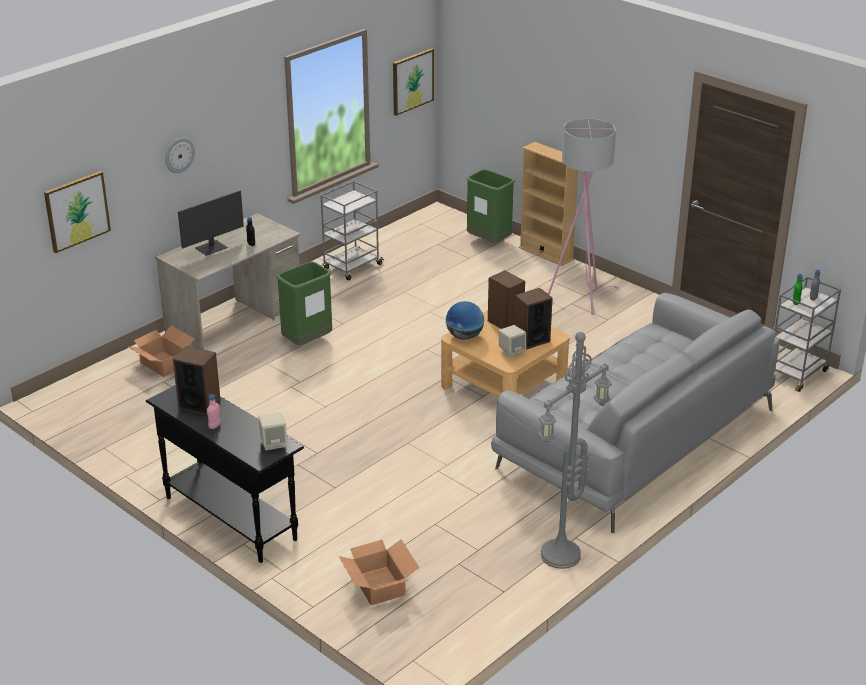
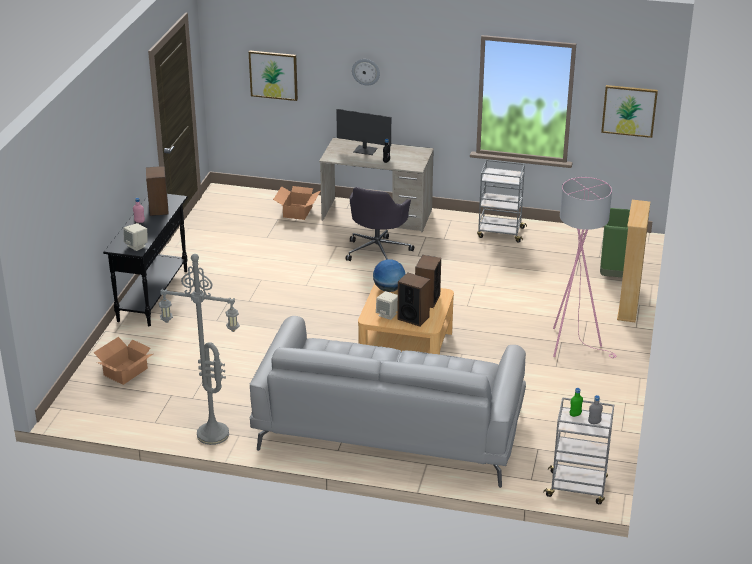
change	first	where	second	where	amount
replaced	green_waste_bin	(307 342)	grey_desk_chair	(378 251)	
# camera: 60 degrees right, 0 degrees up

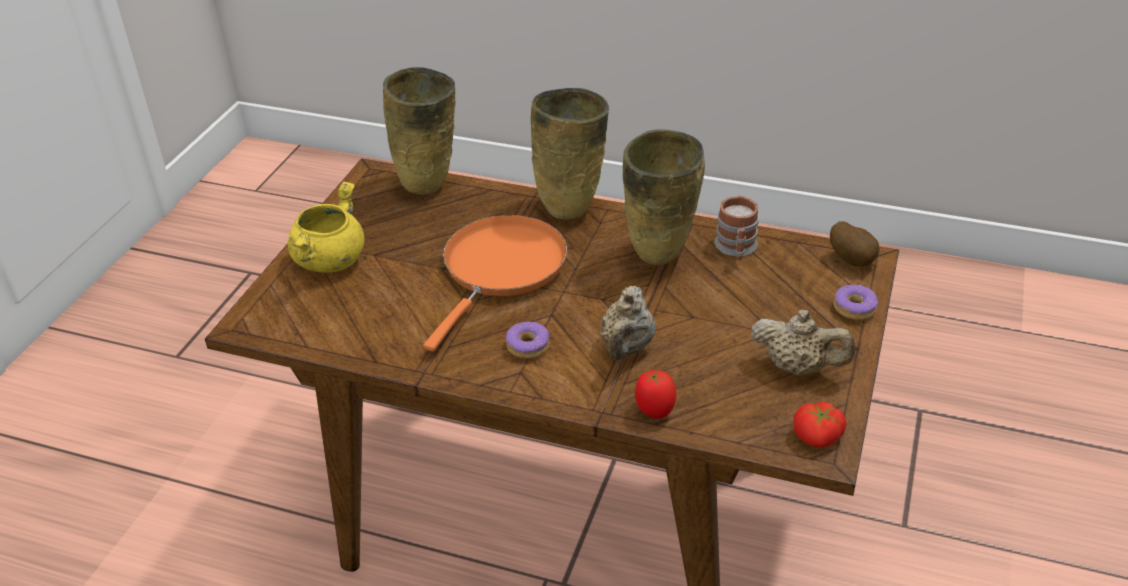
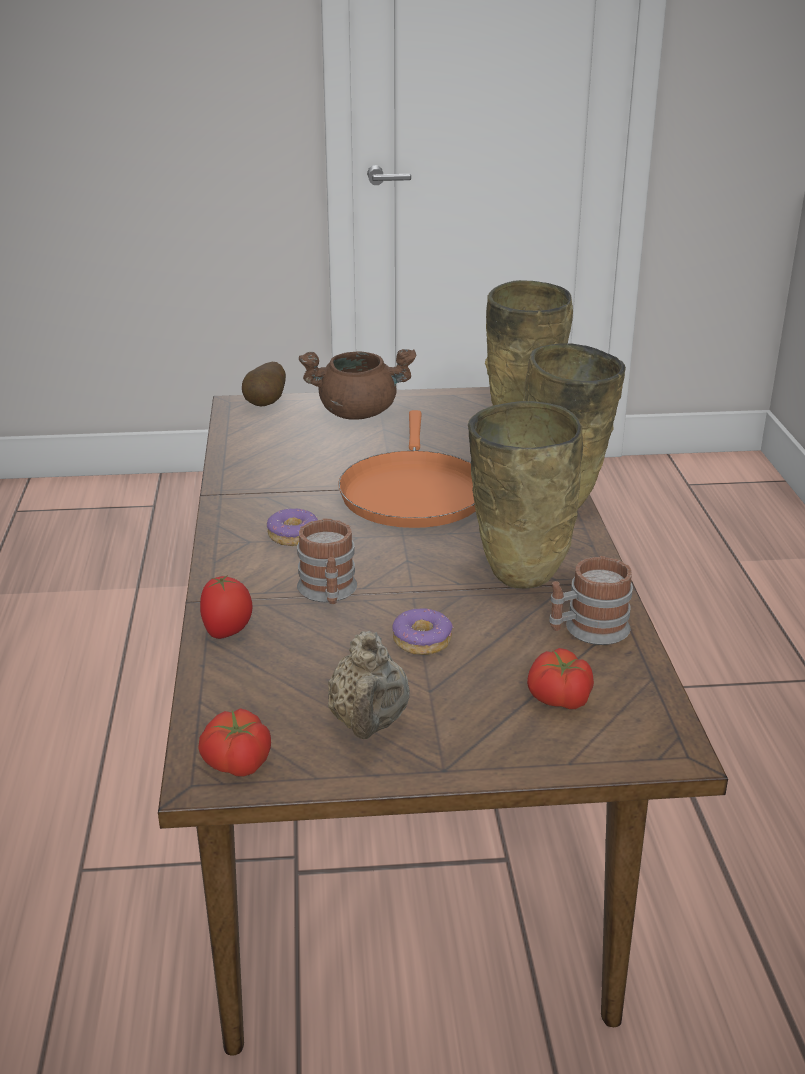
change	first	where	second	where	amount
moved	spud	(852 260)		(267 404)	
replaced	beige-coloured_teapot	(626 348)	coffee_mug	(328 593)	
recoloured	yellow_saucepot	(329 260)	brownish_saucepot	(358 412)	
turned	orange-coloured_frying_pan	(501 269)		(413 493)	90 degrees clockwise
moved	ring_doughnut	(854 308)		(422 641)	
added			tomato	(559 698)	
# camera: 65 degrees right, 10 degrees down

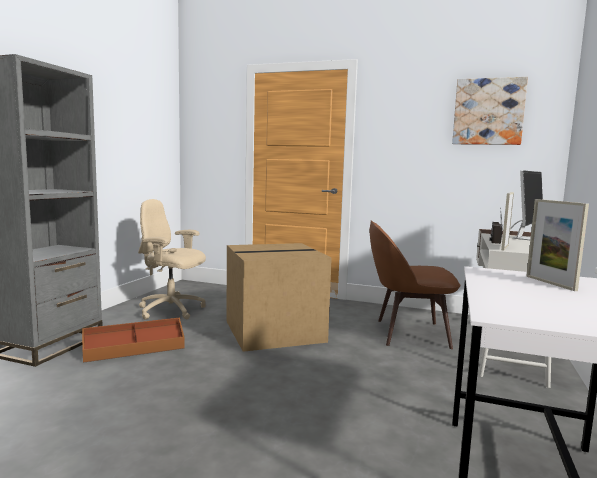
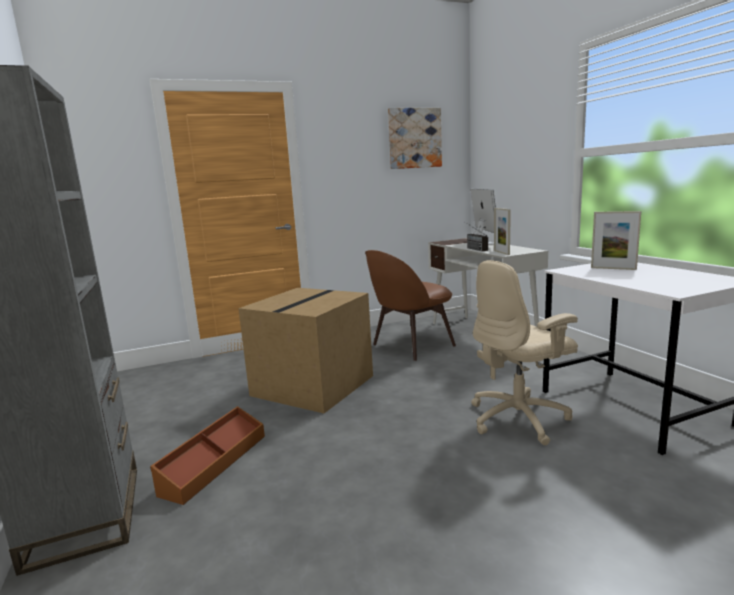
change	first	where	second	where	amount
moved	beige-coloured_desk_chair	(171 310)		(519 419)	
# camera: 40 degrees left, 5 degrees up

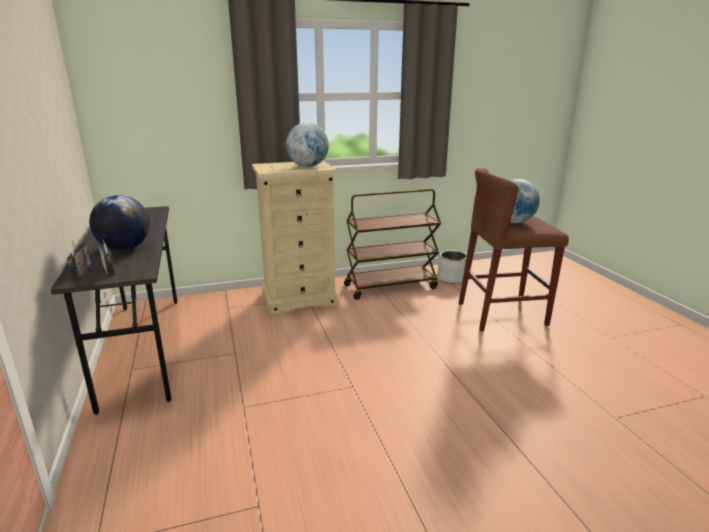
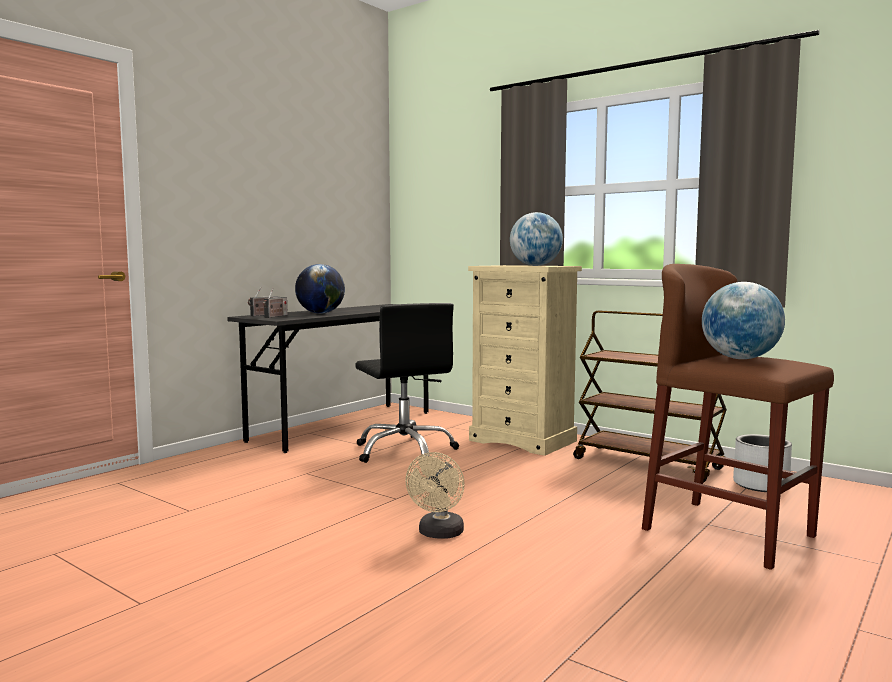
change	first	where	second	where	amount
added			black_desk_chair	(405 451)	
added			beige-coloured_cooling_fan	(439 534)	
# camera: 55 degrees right, 15 degrees down

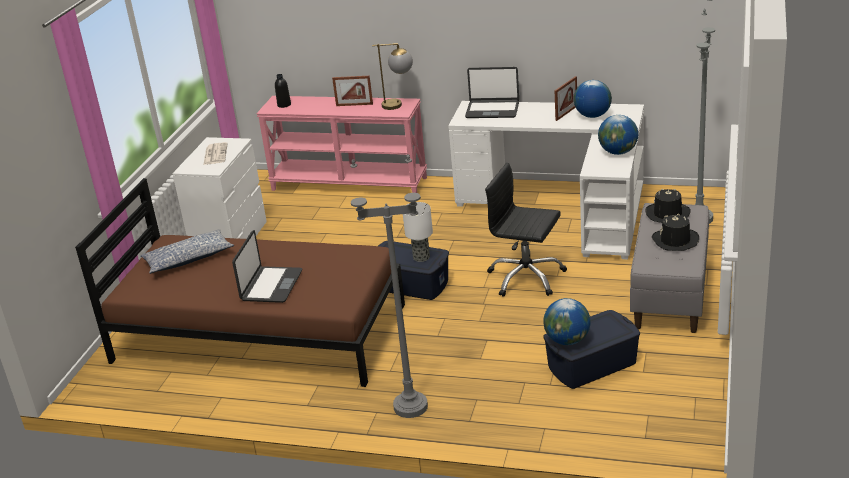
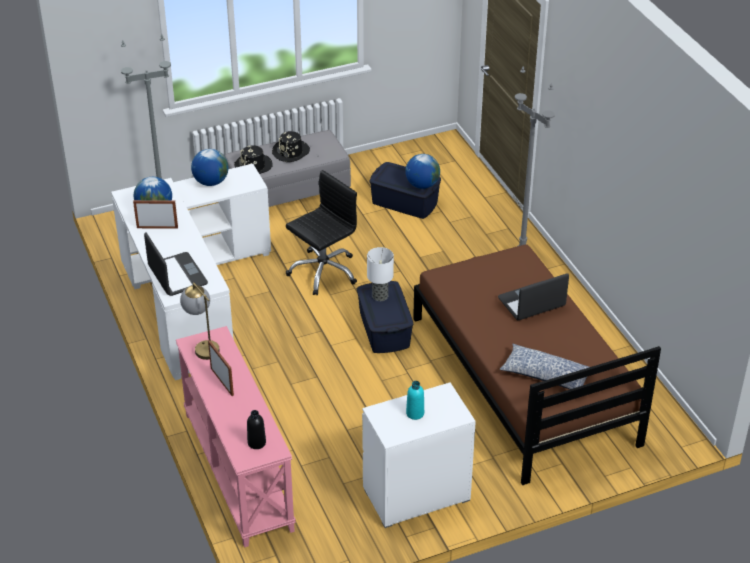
change	first	where	second	where	amount
turned	black_desk_chair	(526 278)		(323 271)	120 degrees counterclockwise
replaced	daily_paper	(215 154)	turquoise_drink_bottle	(415 413)	
# camera: 130 degrees left, 10 degrees up

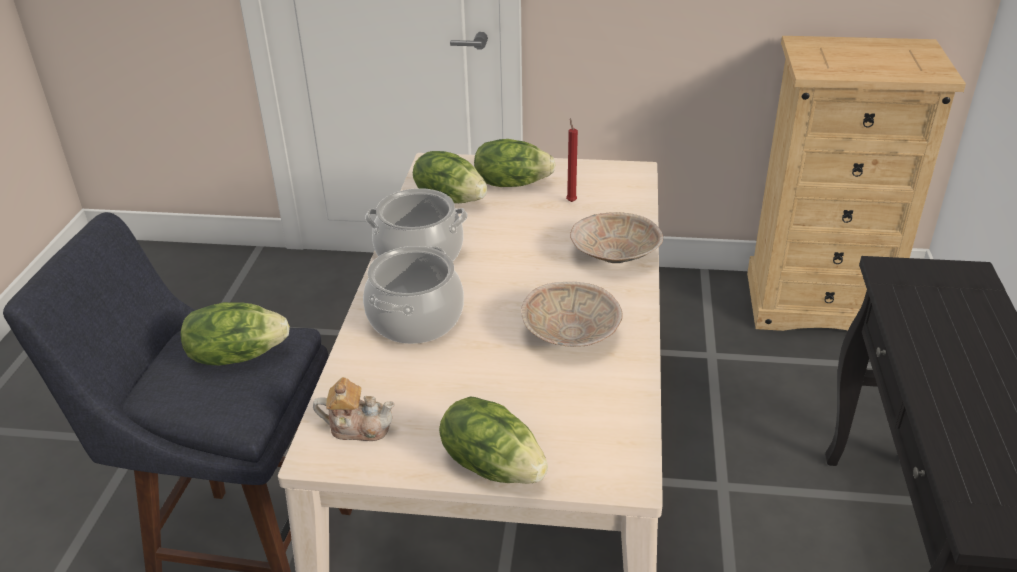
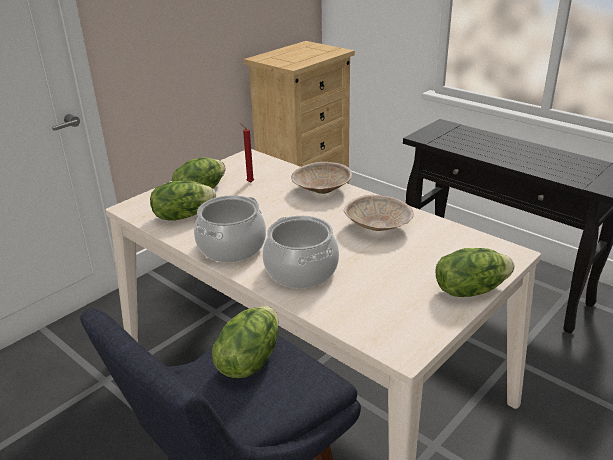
change	first	where	second	where	amount
removed	teapot	(358 427)			
# camera: 55 degrees left, 5 degrees down

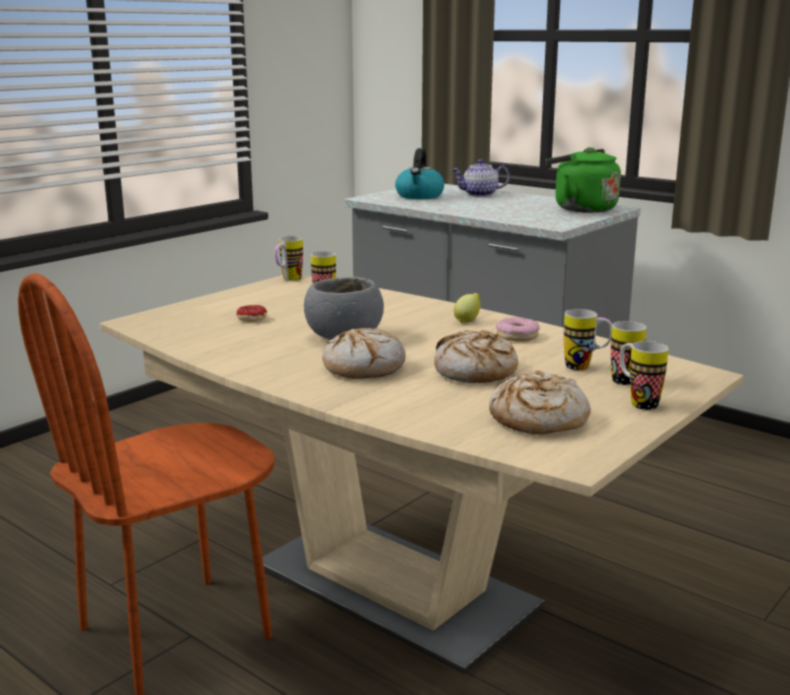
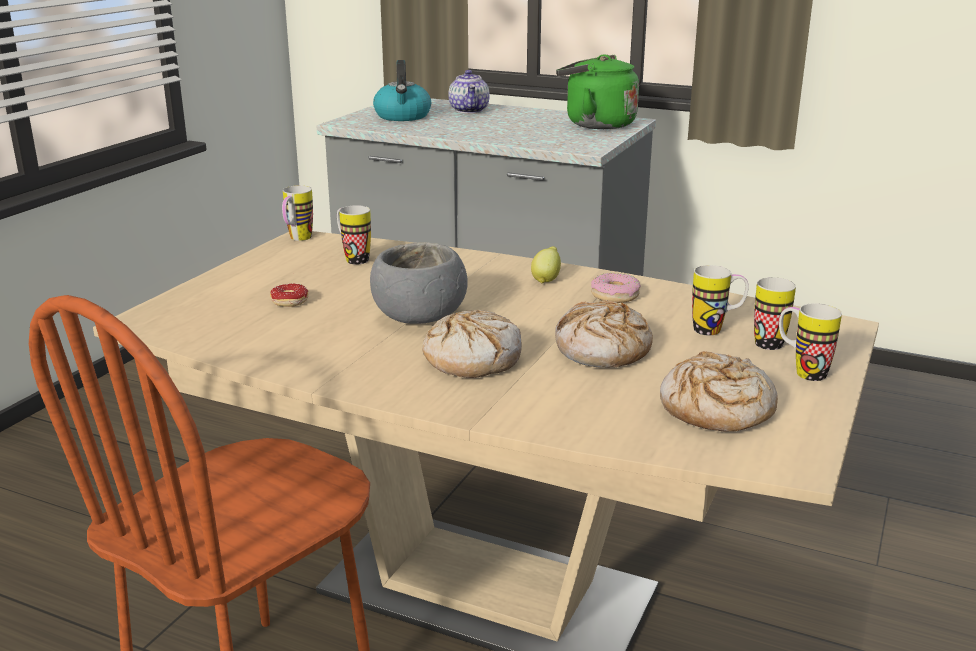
change	first	where	second	where	amount
turned	teapot	(479 194)		(469 110)	75 degrees counterclockwise
# camera: 15 degrees left, 5 degrees up

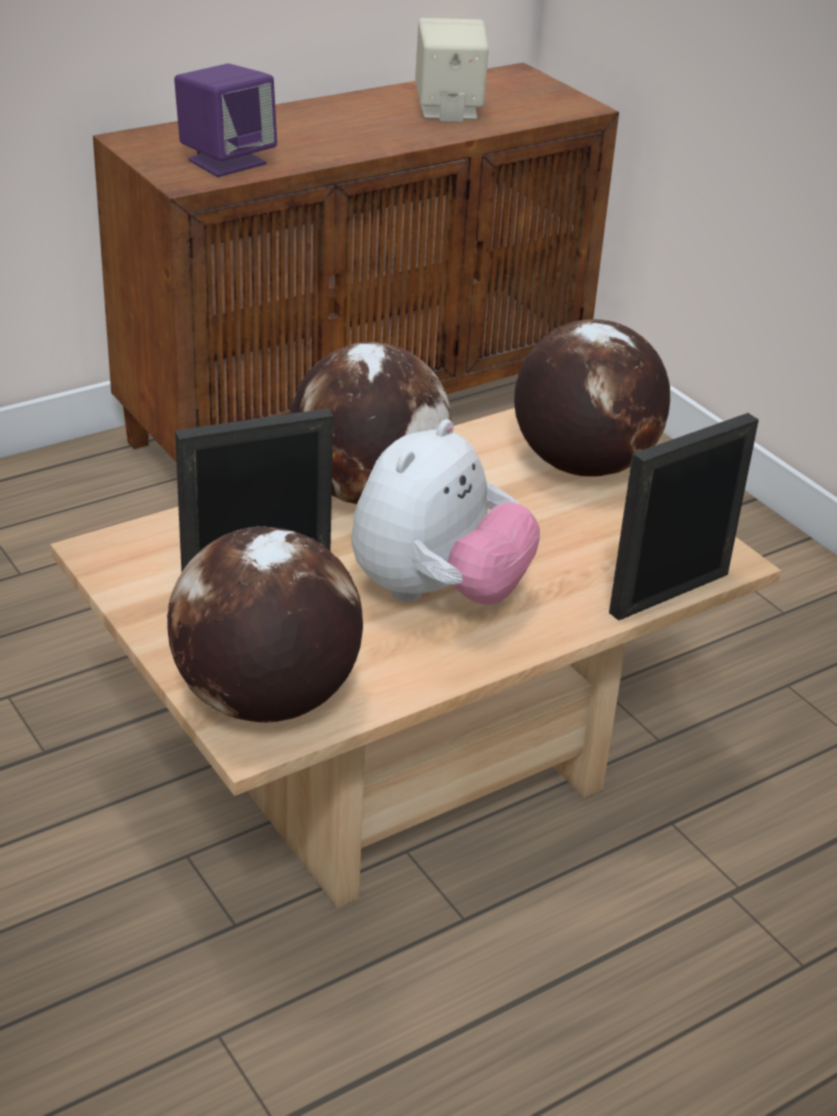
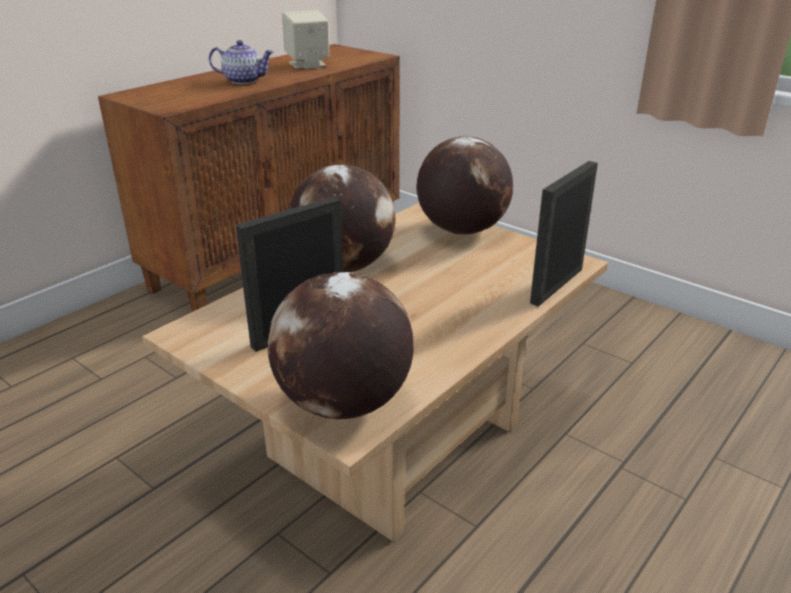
change	first	where	second	where	amount
added			teapot	(244 80)	
removed	purplish_speaker	(226 161)			
removed	cuddly_toy	(437 593)			
# camera: 15 degrees left, 5 degrees down

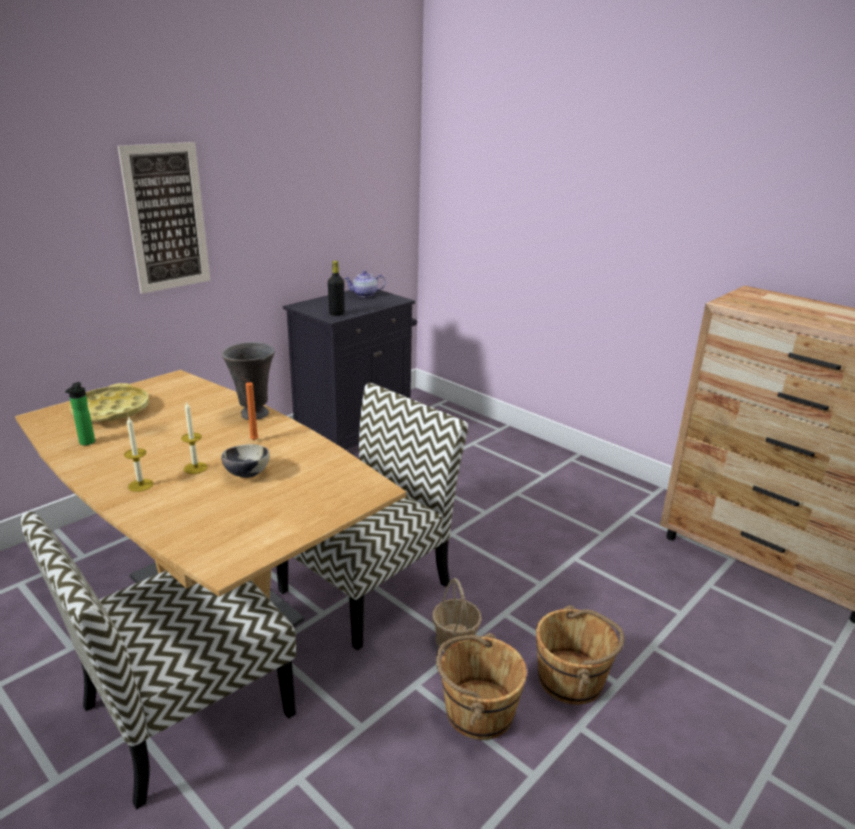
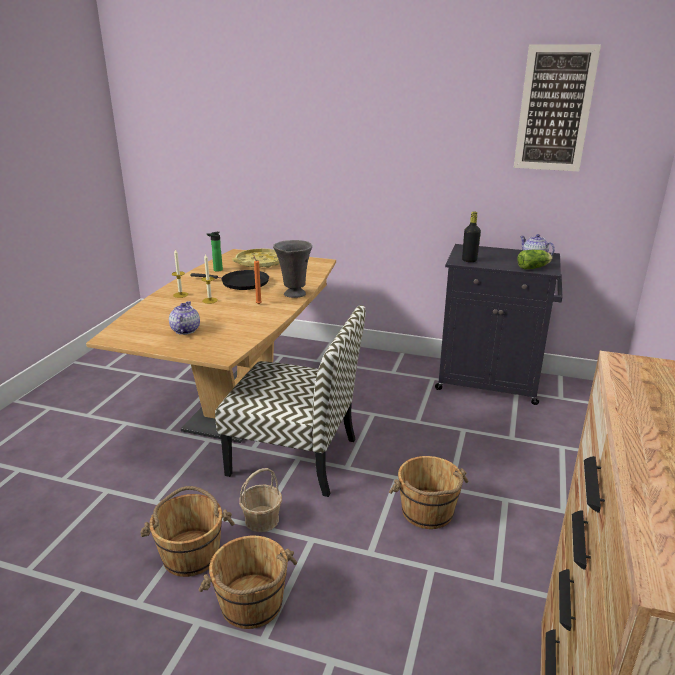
change	first	where	second	where	amount
added			teapot	(185 330)	
added			black_frying_pan	(241 283)	
added			brownish_water_bucket	(427 512)	
moved	wall_picture	(166 218)		(554 109)	
added			head_of_lettuce	(534 267)	
removed	plain_chair	(185 712)			
removed	bowl	(247 474)			
# camera: 65 degrees right, 0 degrees up

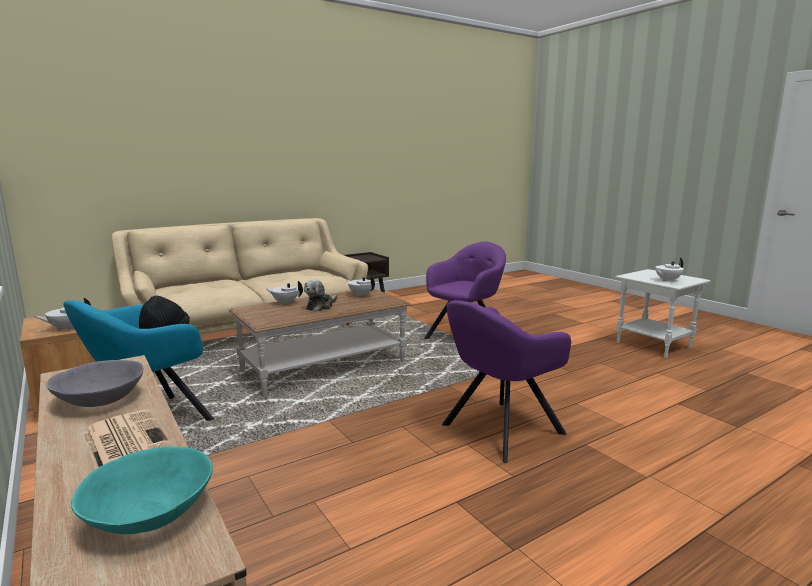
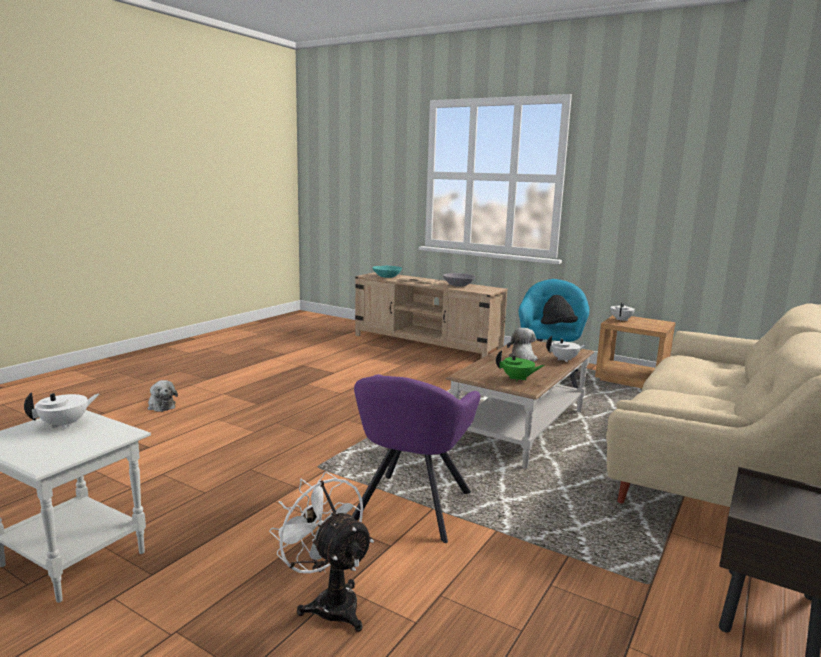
change	first	where	second	where	amount
added			cuddly_toy	(161 406)	
added			white_cooling_fan	(329 602)	
recoloured	white_teapot	(361 295)	green_teapot	(518 379)	
removed	purplish_lounge_chair	(499 430)			
# camera: 155 degrees right, 0 degrees up

